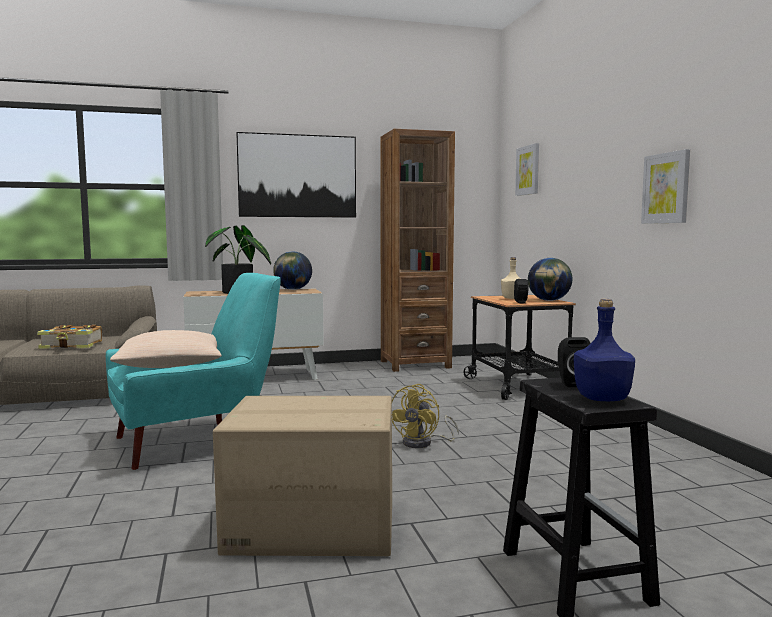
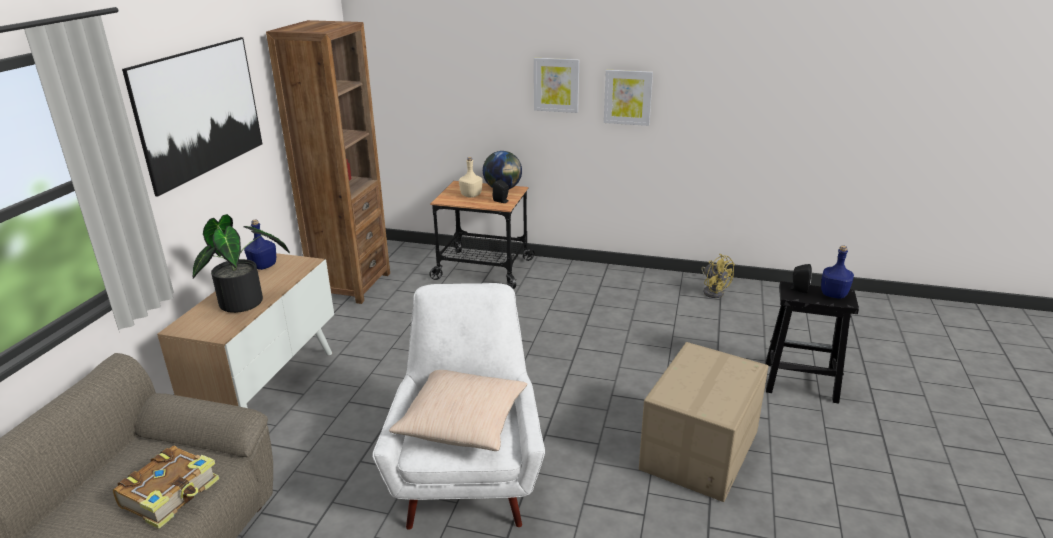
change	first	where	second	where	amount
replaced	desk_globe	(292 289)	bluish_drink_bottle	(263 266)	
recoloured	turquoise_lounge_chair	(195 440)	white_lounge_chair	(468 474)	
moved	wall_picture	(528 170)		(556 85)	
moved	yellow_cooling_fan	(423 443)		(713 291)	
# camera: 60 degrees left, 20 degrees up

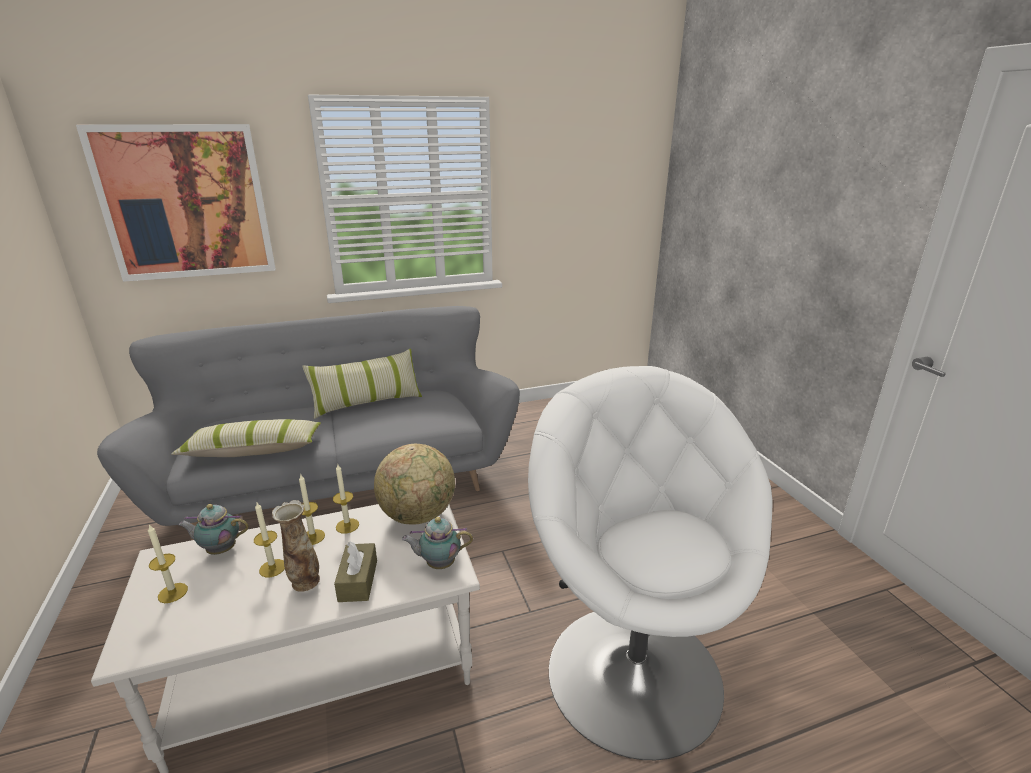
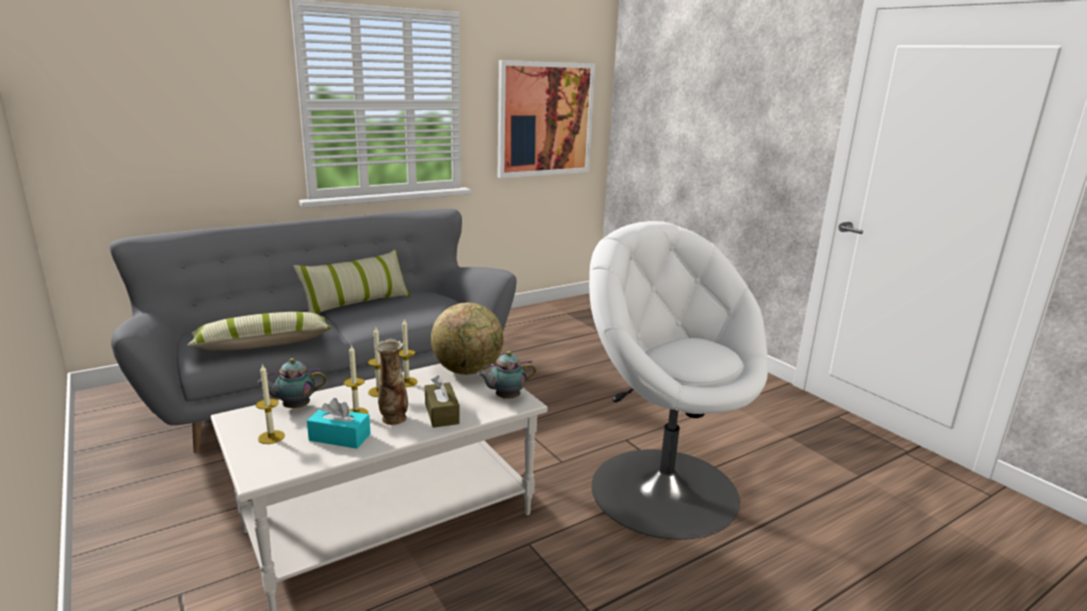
change	first	where	second	where	amount
added			turquoise_tissue_holder	(340 437)	
moved	wall_picture	(186 203)		(545 119)	
# camera: 15 degrees left, 5 degrees down

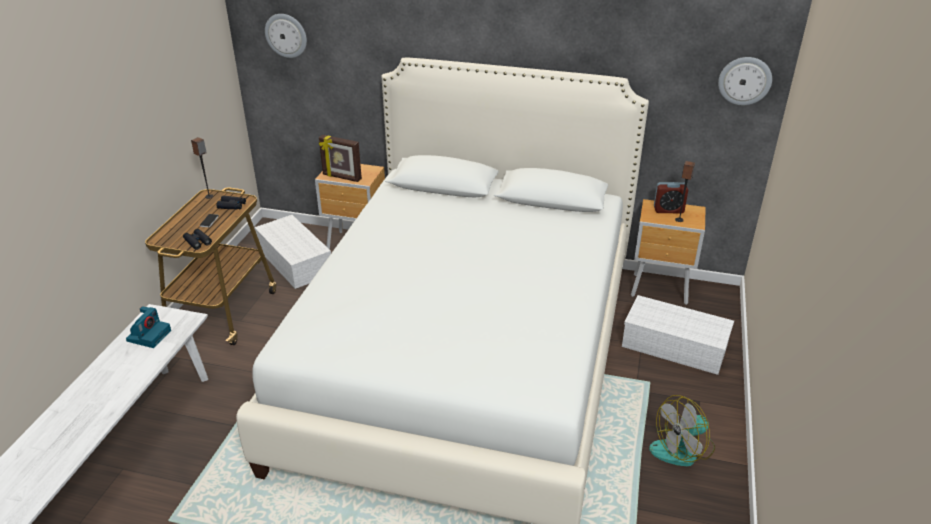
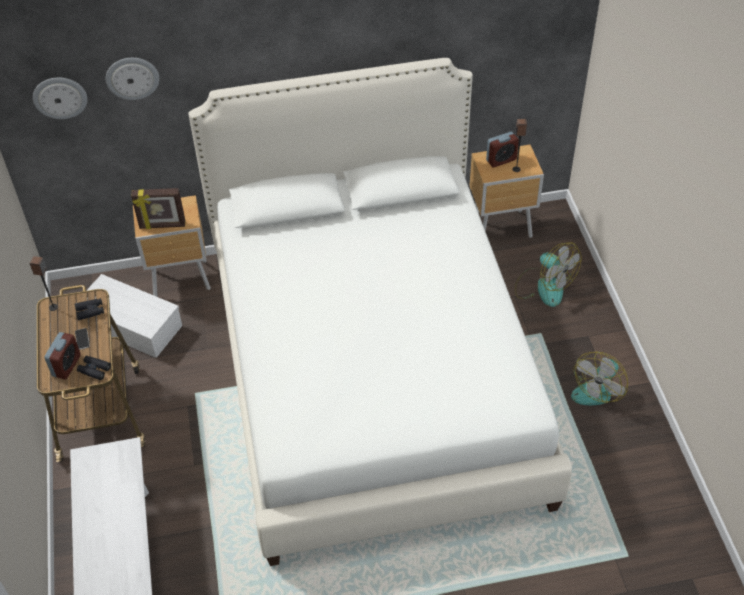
change	first	where	second	where	amount
added			bedside_clock	(66 366)	
moved	clock_on_the_wall	(744 80)		(132 77)	
replaced	white_storage_box	(676 346)	cooling_fan	(543 286)	
removed	photo_camera	(149 335)			
# camera: 25 degrees left, 15 degrees up

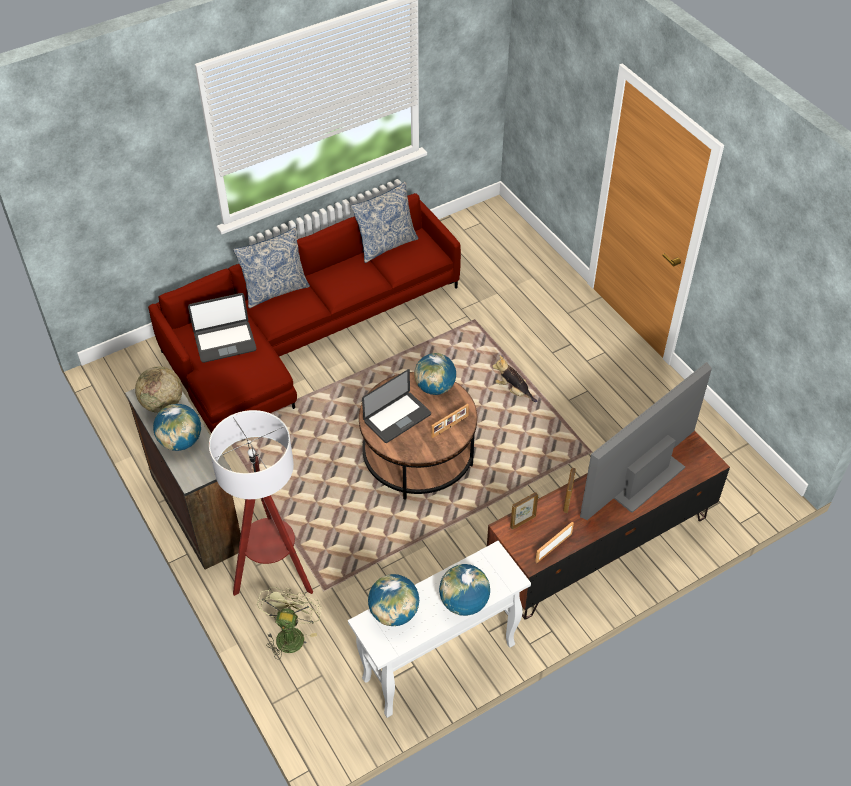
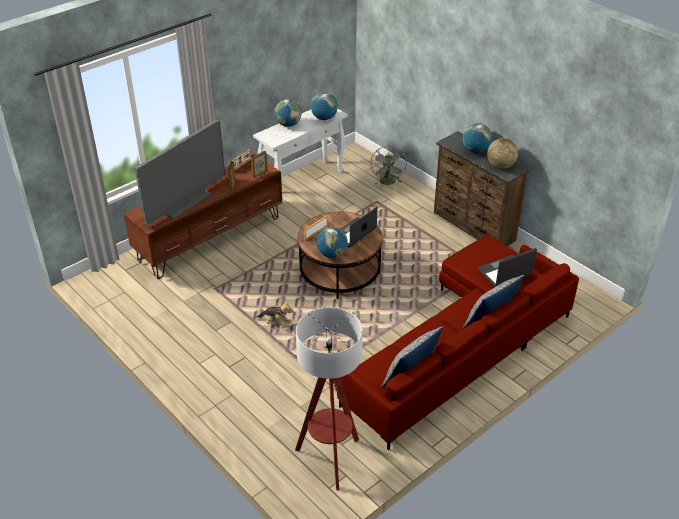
change	first	where	second	where	amount
moved	standard_lamp	(274 574)		(330 459)	
recoloured	green_cooling_fan	(290 634)	grey_cooling_fan	(388 183)	
# camera: 170 degrees right, 10 degrees down

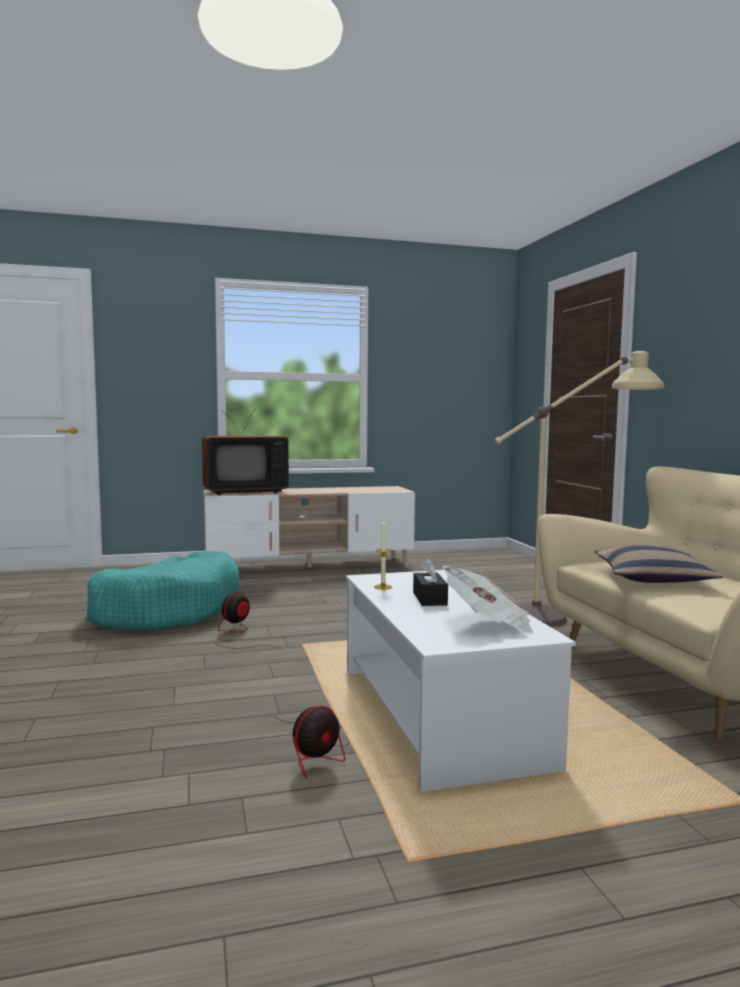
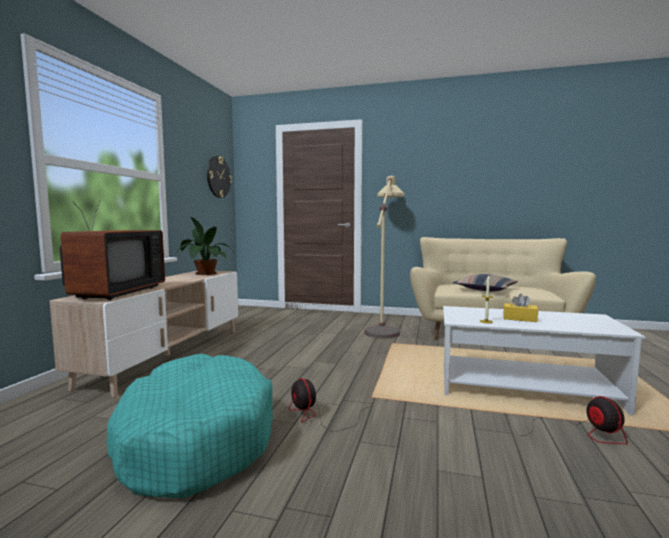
change	first	where	second	where	amount
added			plant_in_a_pot	(204 273)	
added			clock_on_the_wall	(218 177)	
recoloured	black_tissue_holder	(429 598)	yellow_tissue_holder	(519 319)	
removed	daily_paper	(489 624)			
# camera: 60 degrees left, 0 degrees up

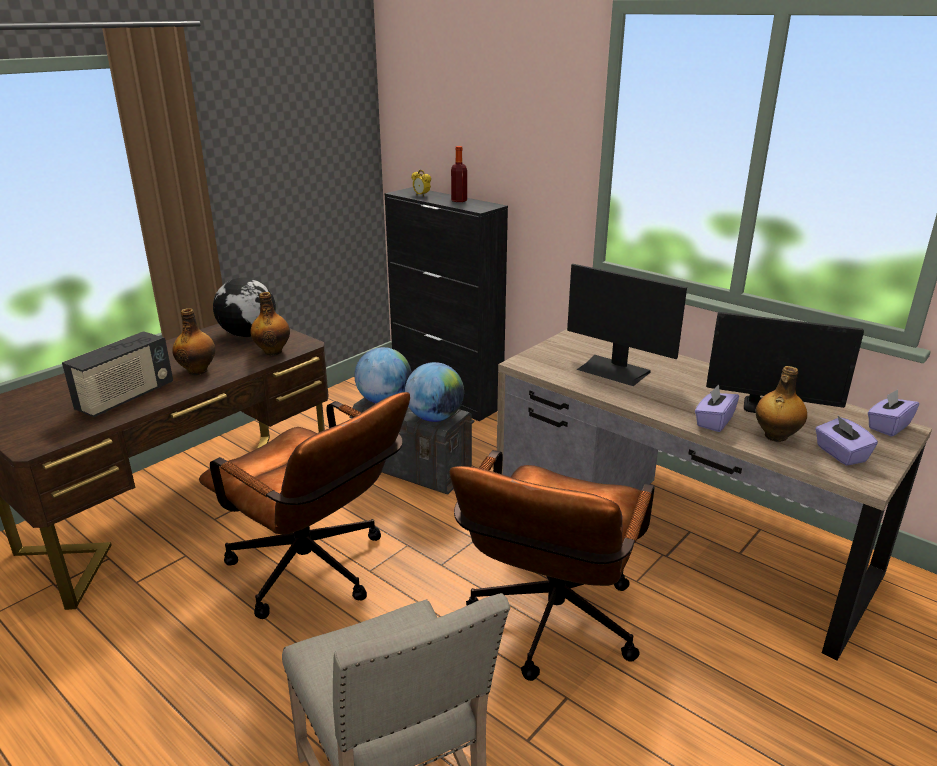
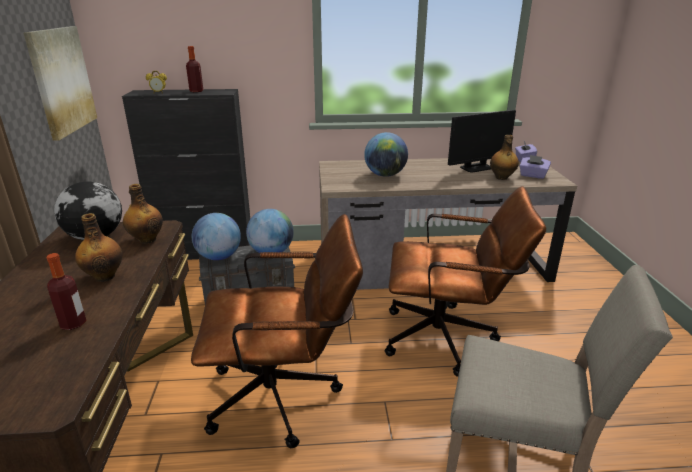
change	first	where	second	where	amount
added			wall_picture	(62 80)	
replaced	radio_receiver	(126 398)	drink_bottle	(73 323)	
replaced	computer_screen	(614 370)	desk_globe	(385 175)	
turned	brownish_desk_chair	(549 628)		(448 338)	60 degrees counterclockwise
removed	purplish_tissue_holder	(713 422)			
# camera: 45 degrees left, 0 degrees up

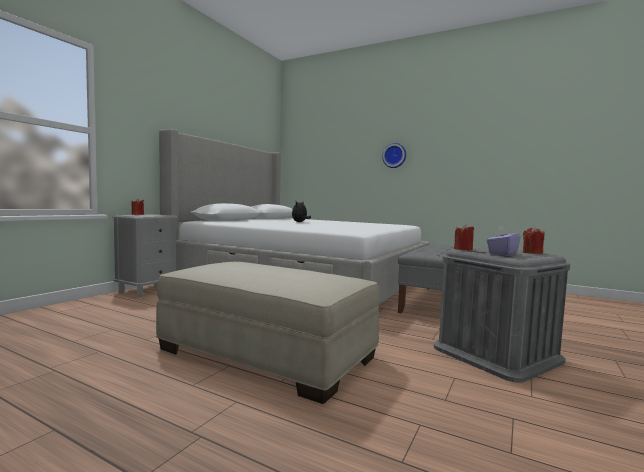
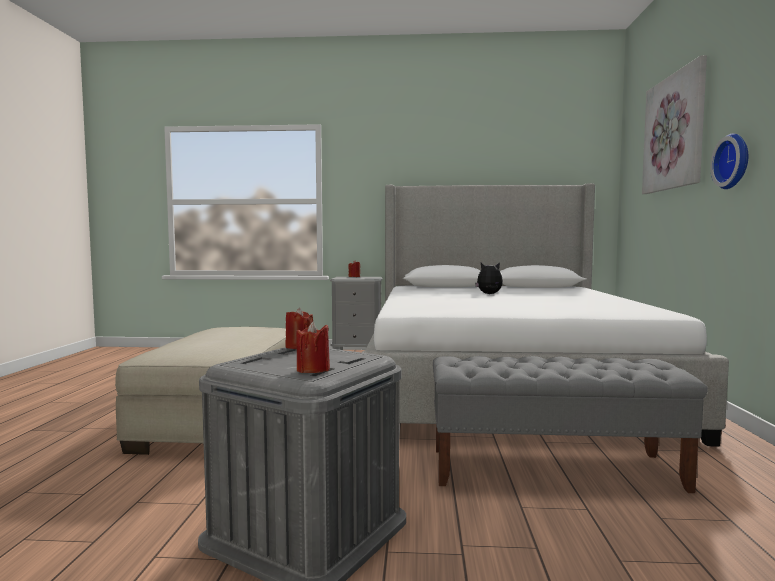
change	first	where	second	where	amount
added			wall_picture	(673 132)	
removed	purplish_tissue_holder	(502 253)			
# camera: 65 degrees right, 0 degrees up

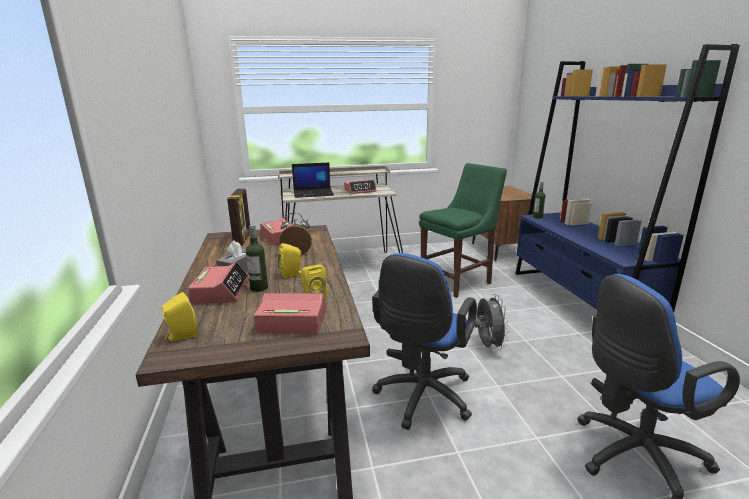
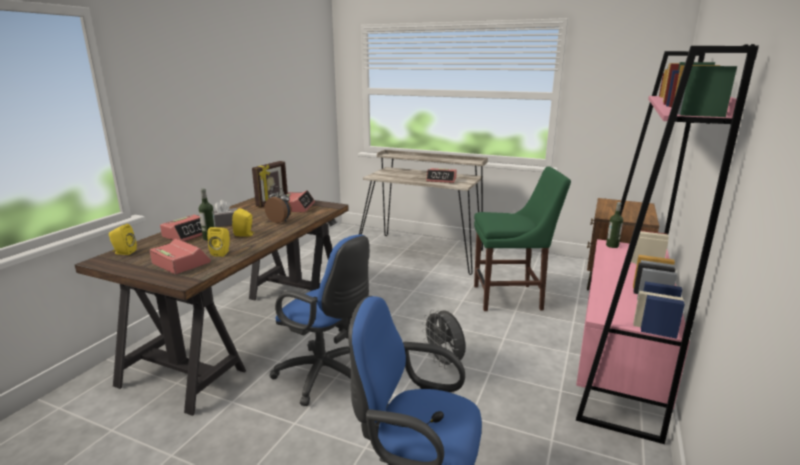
change	first	where	second	where	amount
turned	bluish_desk_chair	(421 399)		(327 376)	120 degrees counterclockwise
turned	grey_cooling_fan	(487 345)		(444 362)	120 degrees clockwise
recoloured	bluish_bookcase	(579 302)	pinkish_bookcase	(618 363)	
removed	portable_computer	(313 193)			
# camera: 35 degrees right, 0 degrees up

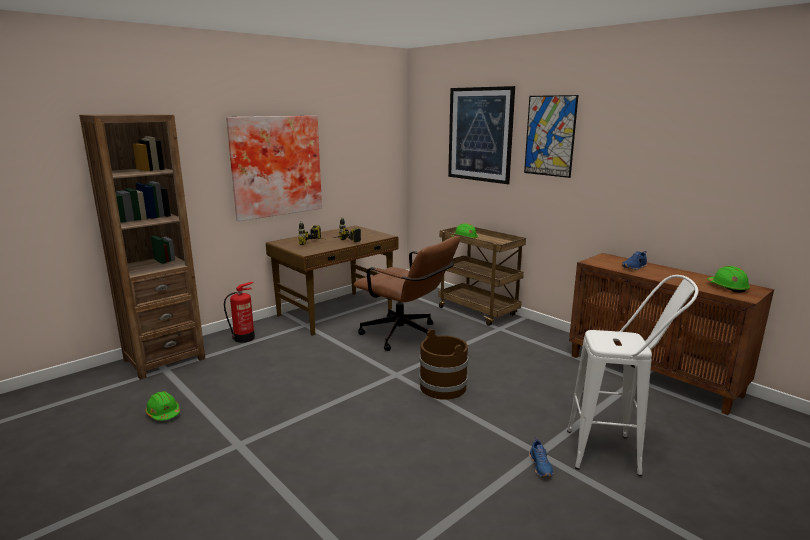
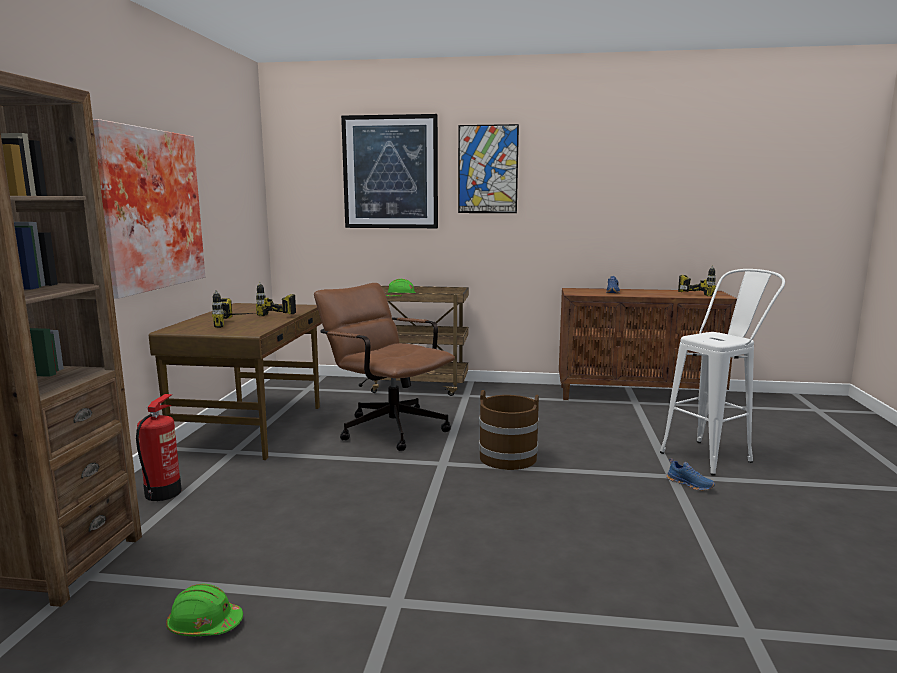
change	first	where	second	where	amount
turned	brownish_desk_chair	(406 336)		(386 427)	135 degrees counterclockwise
replaced	green_hard_hat	(727 287)	drill	(699 293)	
# camera: 40 degrees left, 5 degrees down

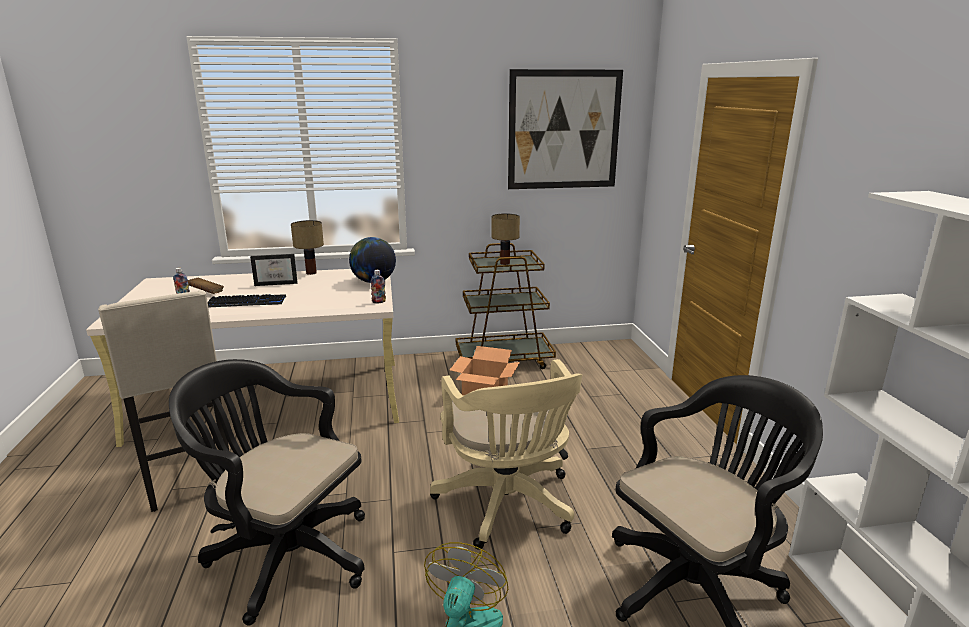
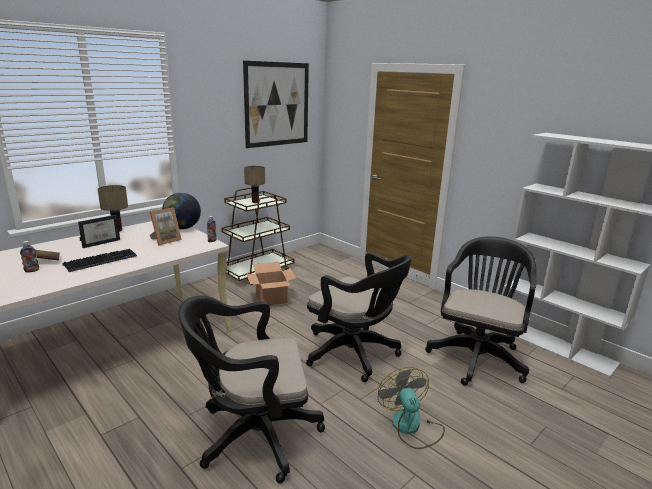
change	first	where	second	where	amount
added			standing_frame	(165 240)	
recoloured	beige-coloured_desk_chair	(508 506)	black_desk_chair	(355 354)	
removed	beige-coloured_stool	(190 478)			
# camera: 35 degrees left, 0 degrees up

